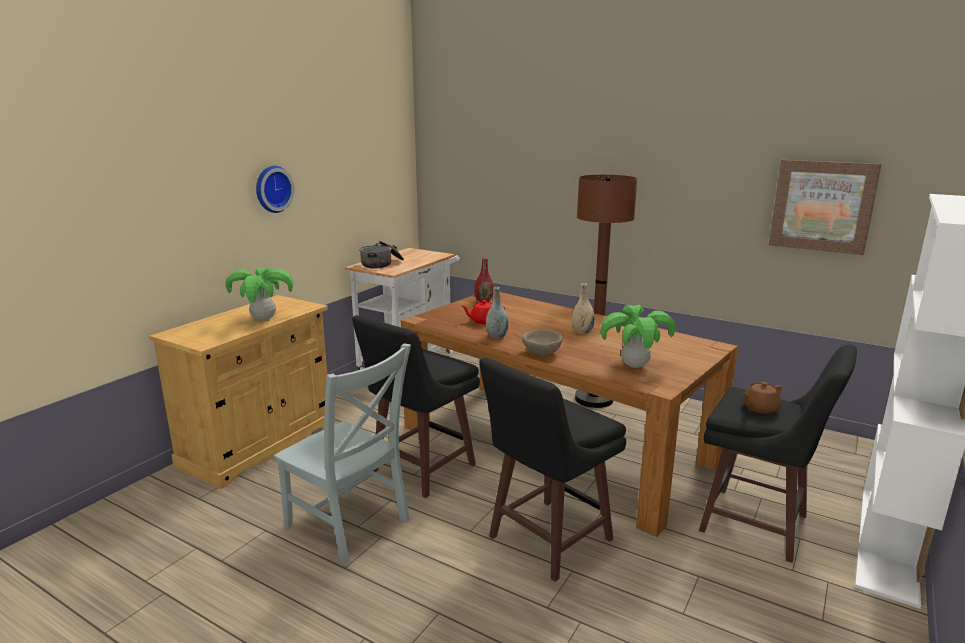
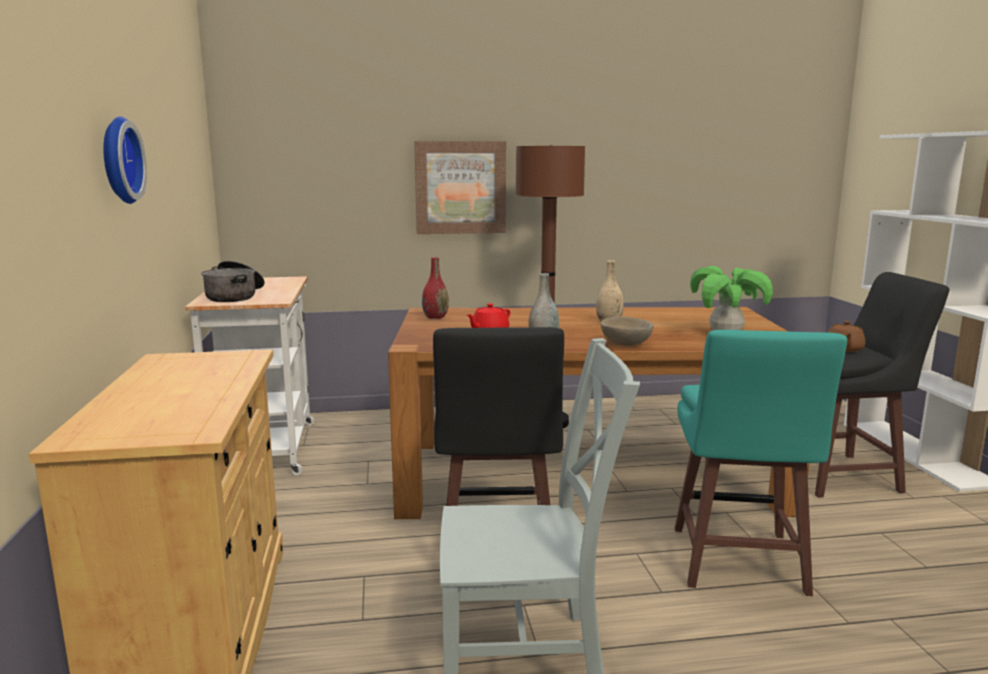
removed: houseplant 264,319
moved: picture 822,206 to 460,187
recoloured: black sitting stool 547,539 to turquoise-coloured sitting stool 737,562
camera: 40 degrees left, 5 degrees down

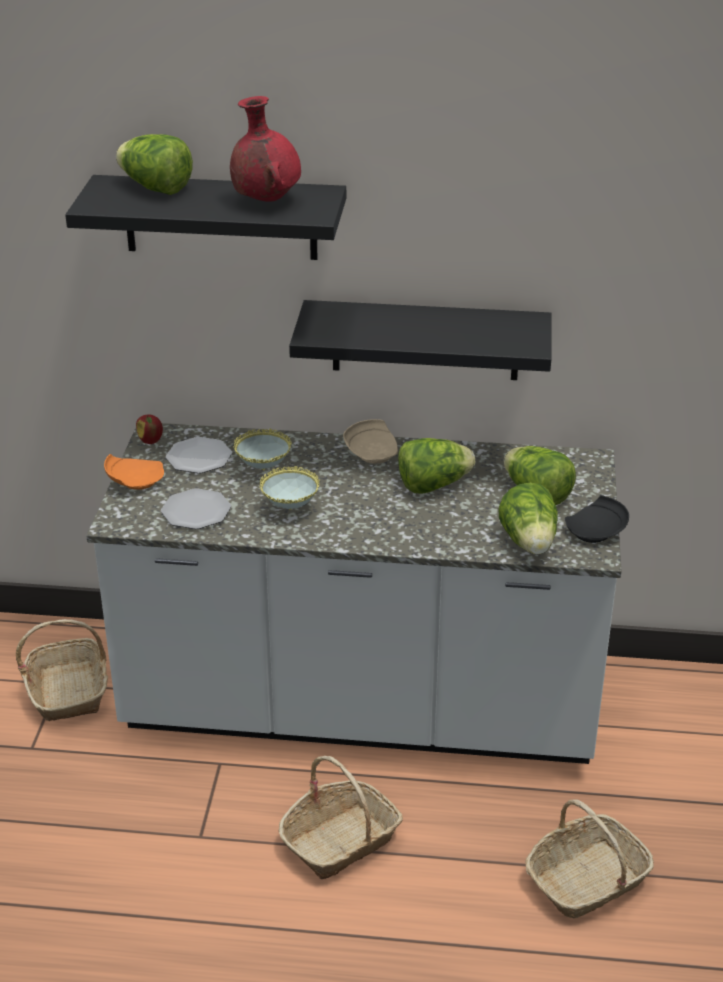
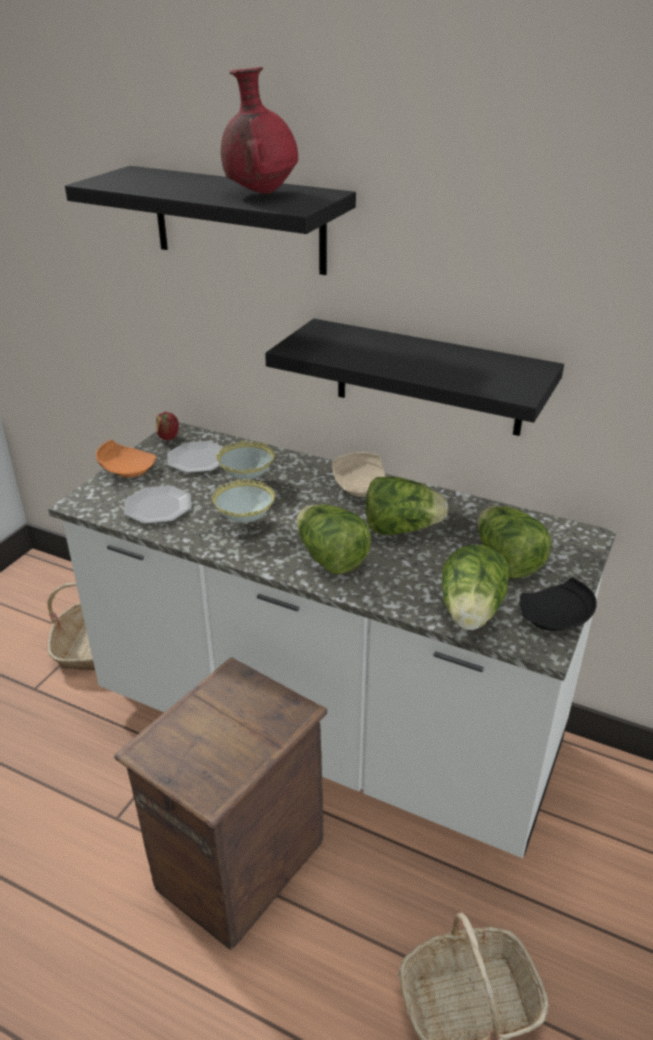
moved: lettuce head 155,188 to 330,559
replaced: basket 341,841 to shipping crate 238,865
camera: 20 degrees right, 0 degrees up

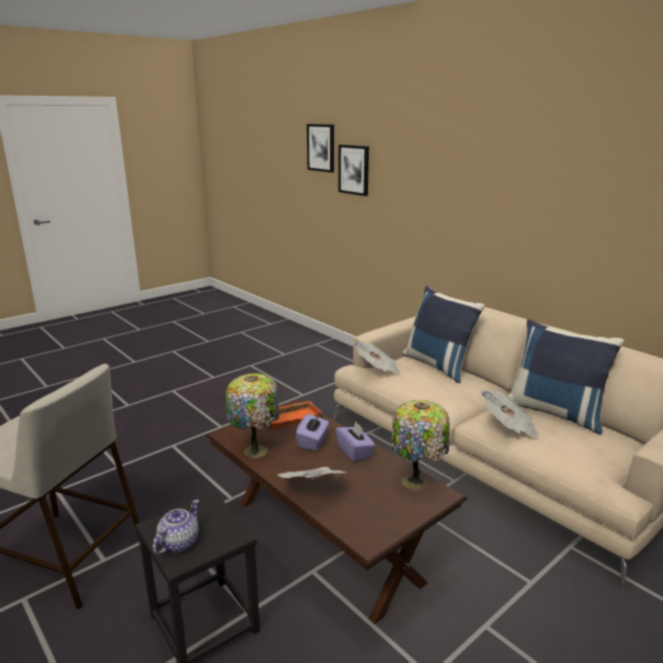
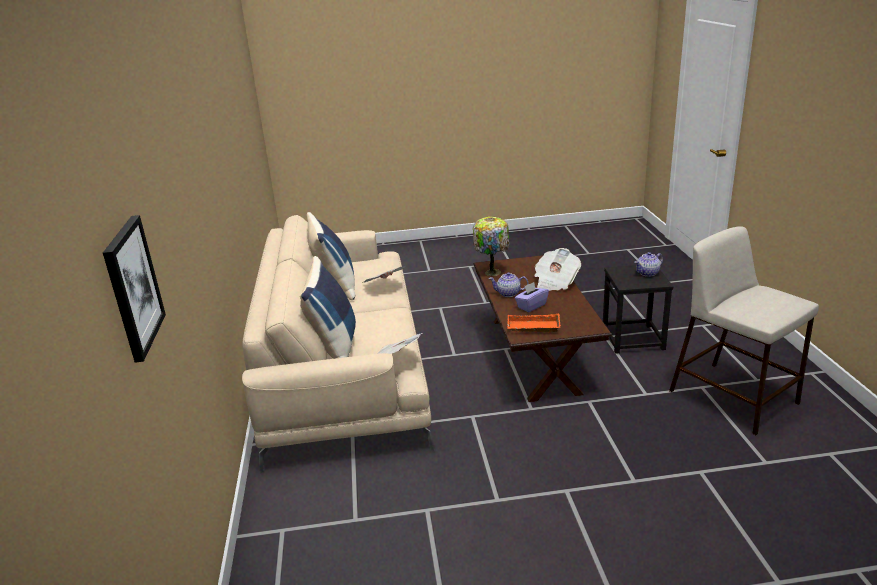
removed: tabletop lamp 256,450; picture 321,147
replaced: purple box of tissues 355,452 to tea pot 509,293
camera: 145 degrees left, 5 degrees up

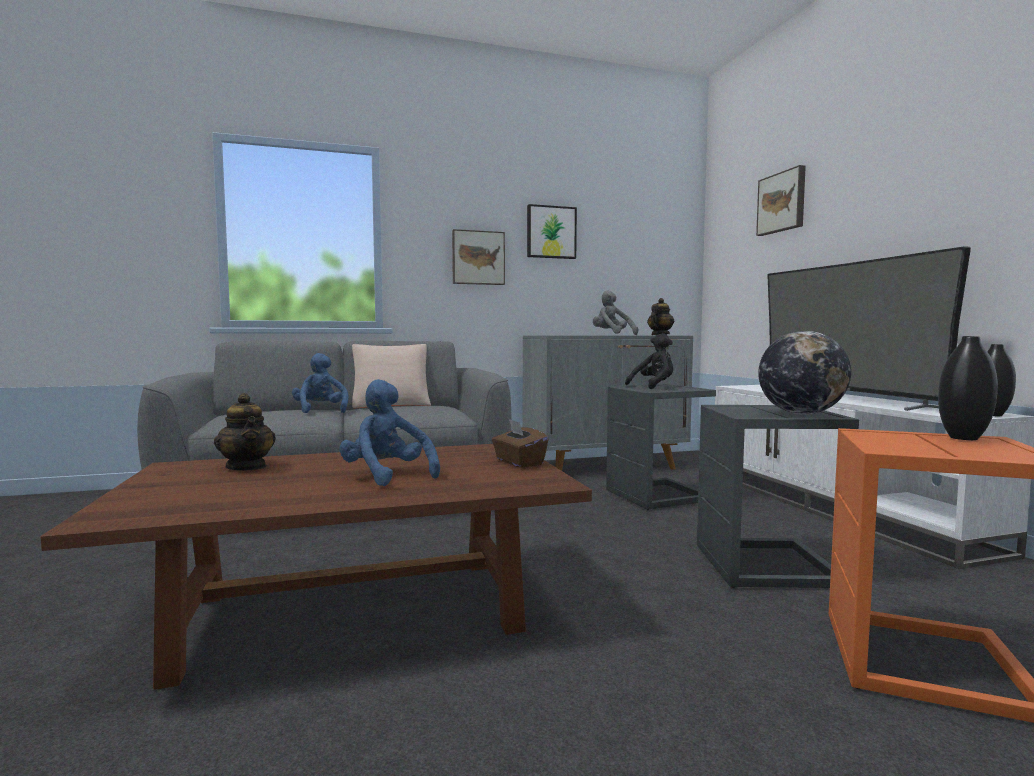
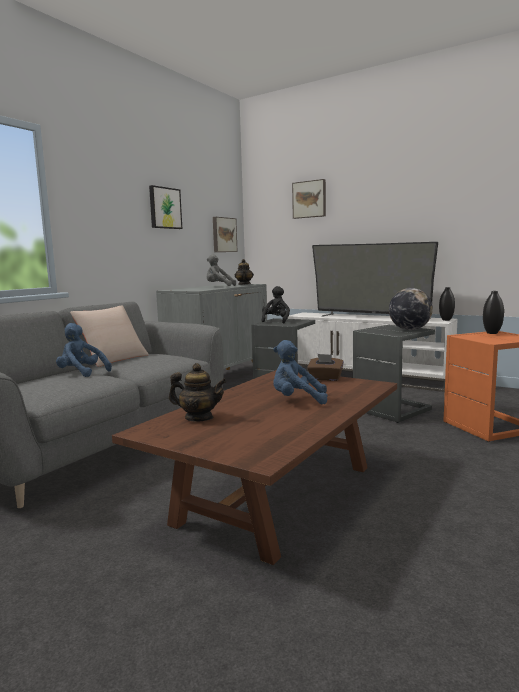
moved: picture 478,258 to 223,235
camera: 40 degrees left, 5 degrees up

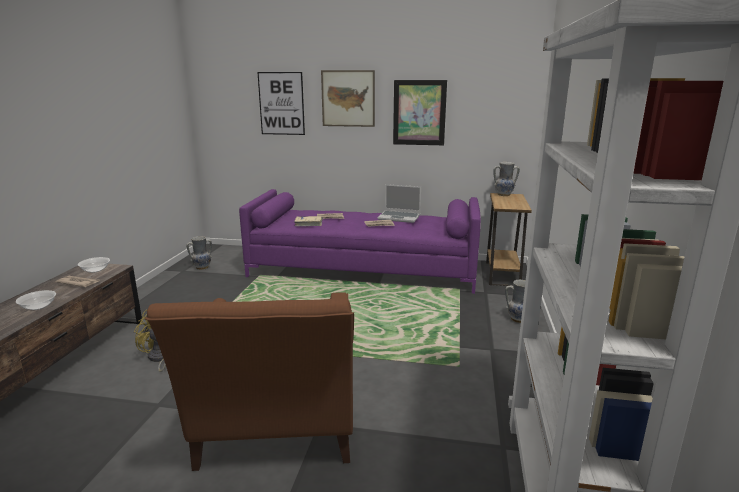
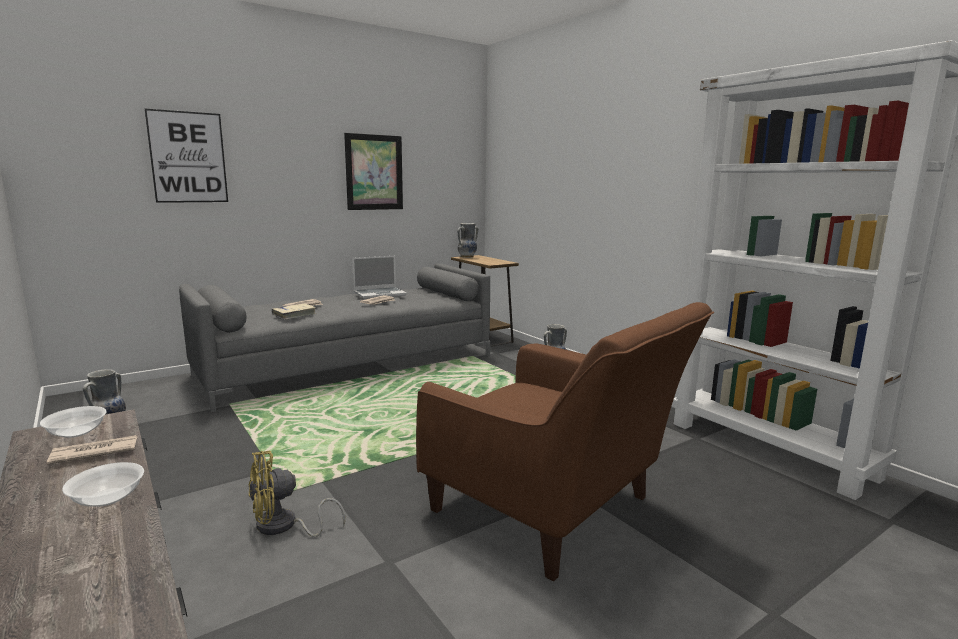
removed: picture 348,98
recoloured: purple sofa 363,269 to grey sofa 349,365
camera: 45 degrees left, 5 degrees down

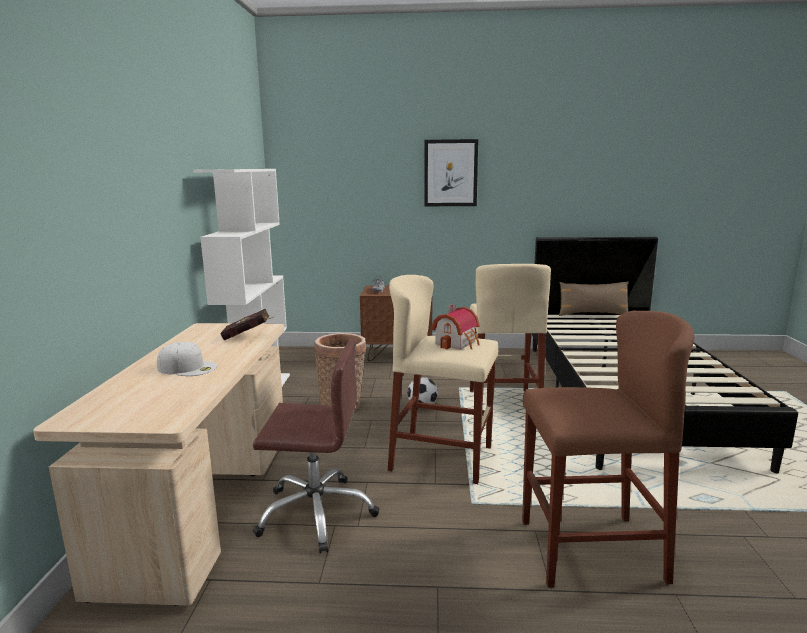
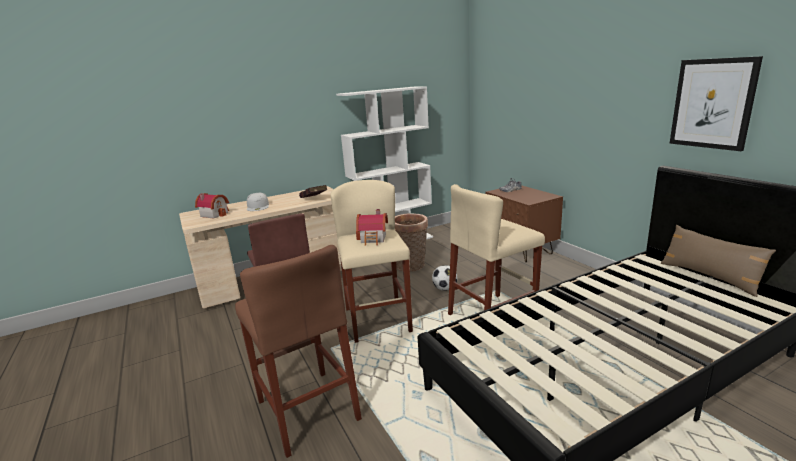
added: model house 215,214
moved: picture 450,173 to 712,103
camera: 60 degrees right, 5 degrees up

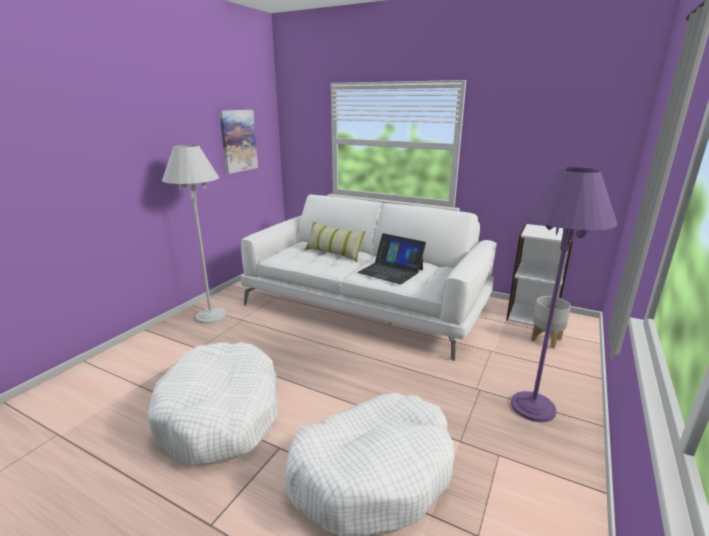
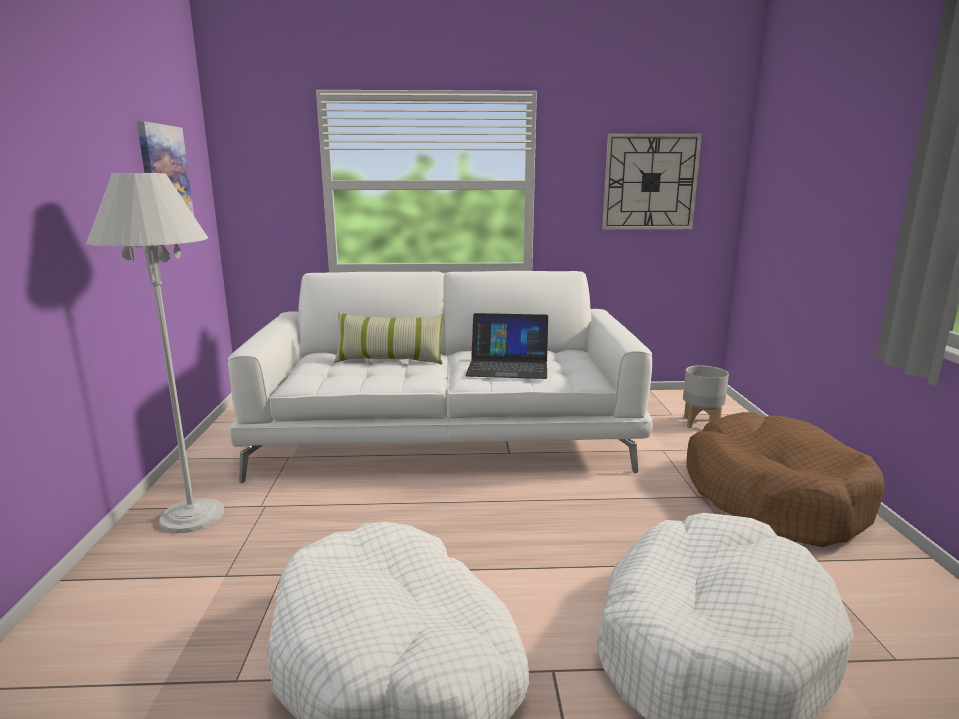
removed: whitish shelving unit 532,315
added: hanging clock 650,182
replaced: purple standing lamp 533,407 to brown dog bed 773,497
camera: 30 degrees left, 5 degrees down

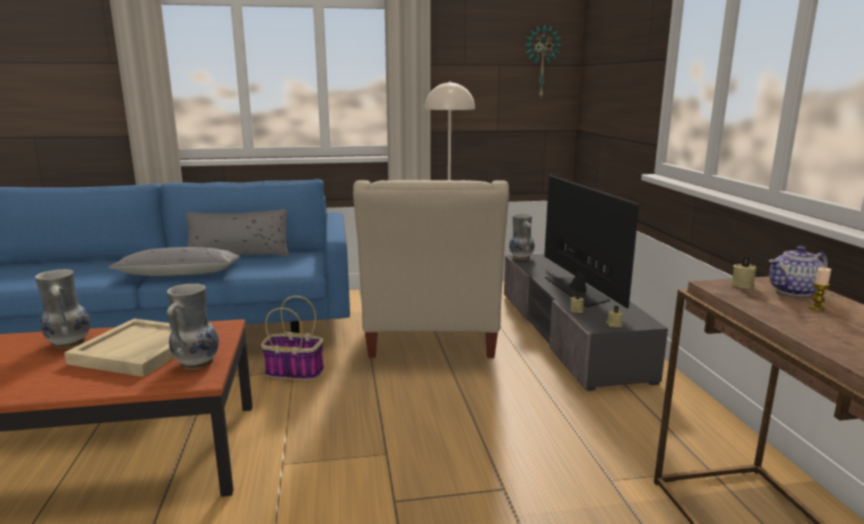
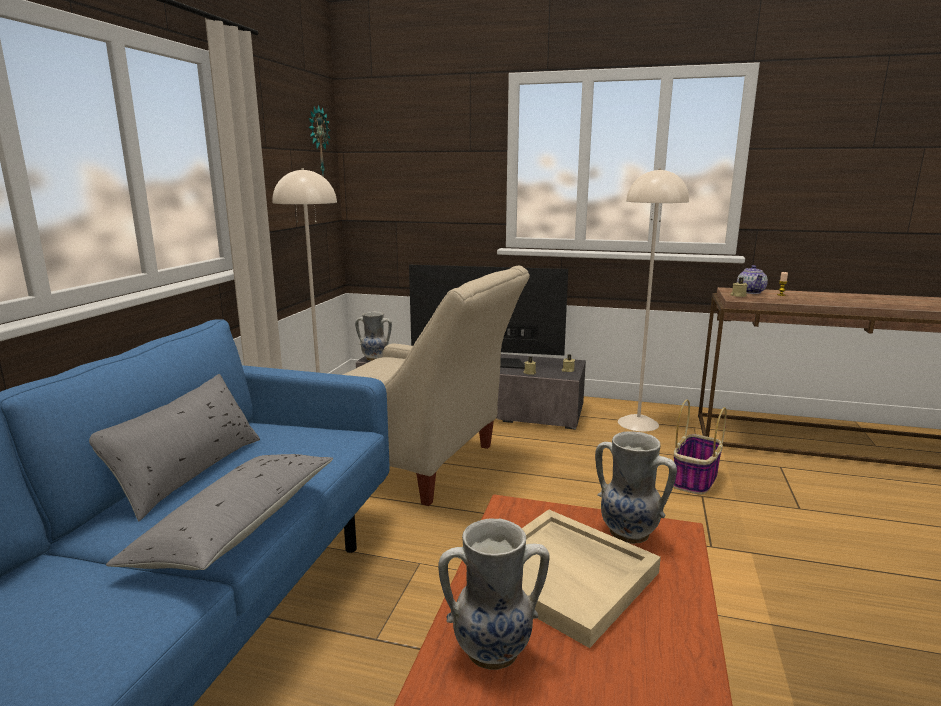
added: beige standing lamp 638,423
moved: basket 293,372 to 694,480
camera: 65 degrees left, 0 degrees up

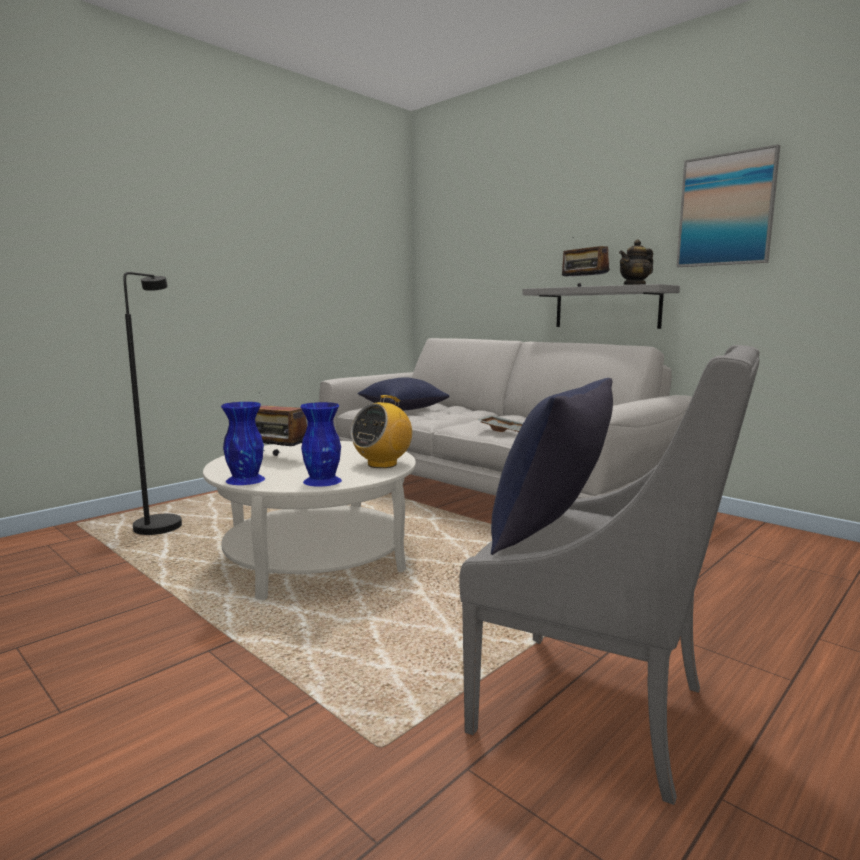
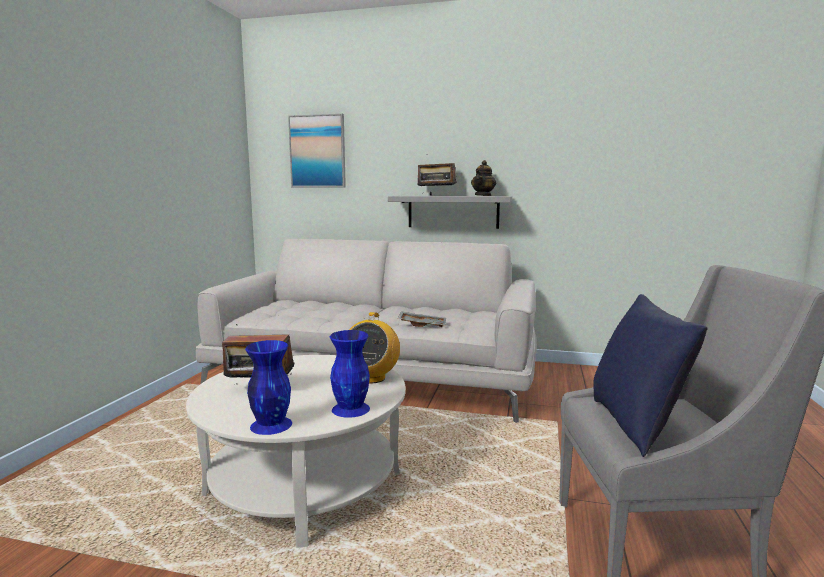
removed: black standing lamp 162,523; blue-coloured cushion 402,409
moved: picture 726,210 to 317,151
camera: 30 degrees left, 0 degrees up

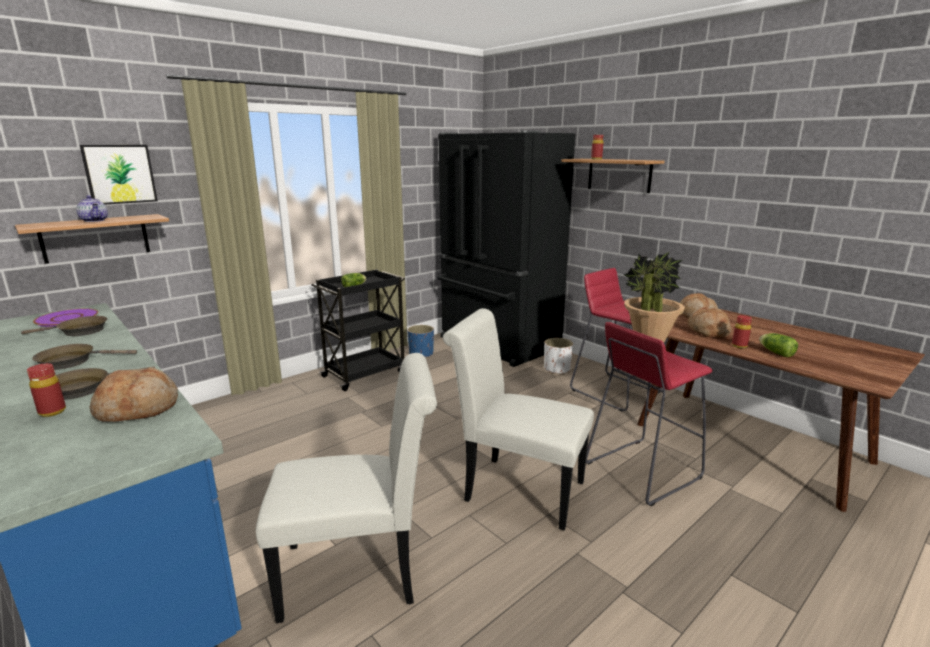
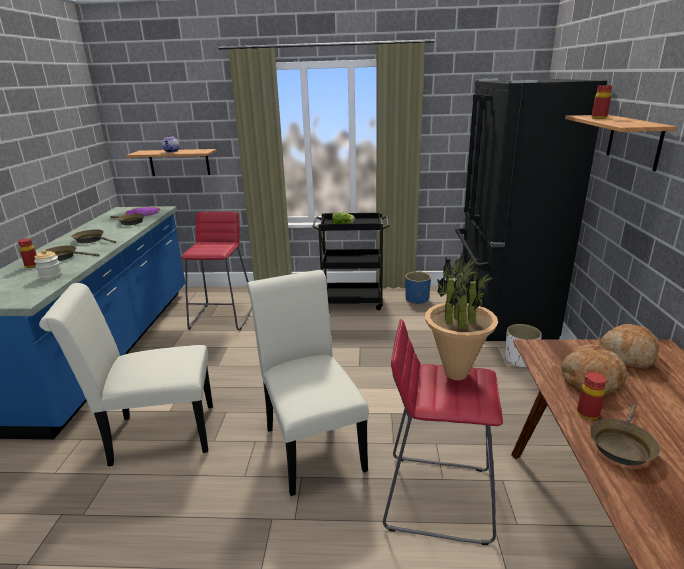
removed: picture 119,174
moved: red sitting stool 614,391 to 223,317
replaced: bread 138,408 to jar 51,276; lettuce head 775,352 to brown pan 621,445
turned: whitish upright chair 360,572 = 155,435 135 degrees clockwise
camera: 45 degrees right, 5 degrees up

